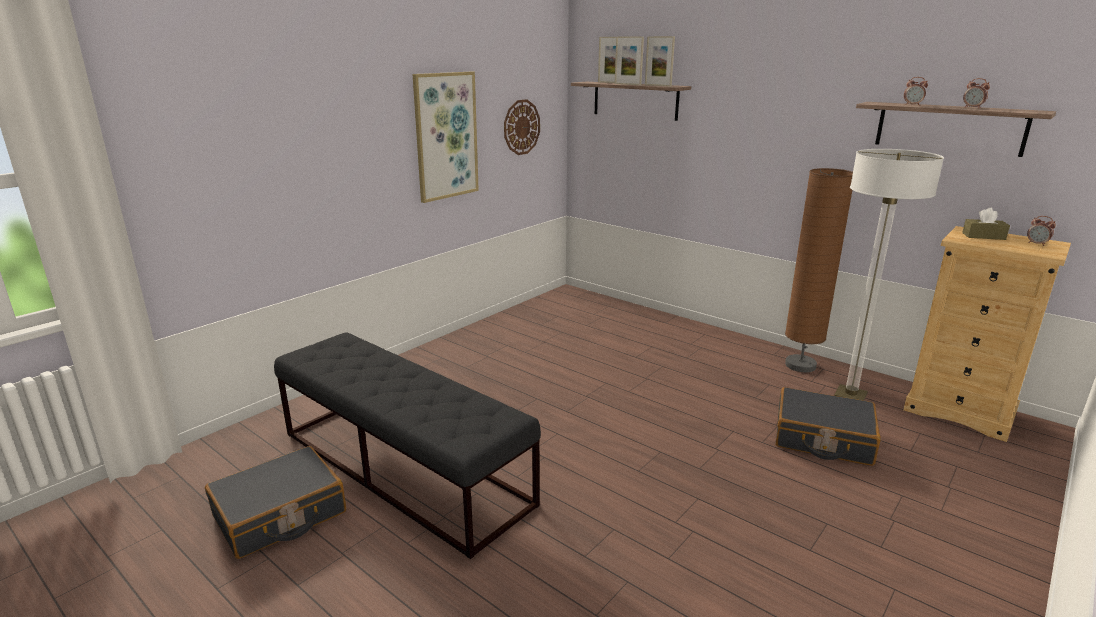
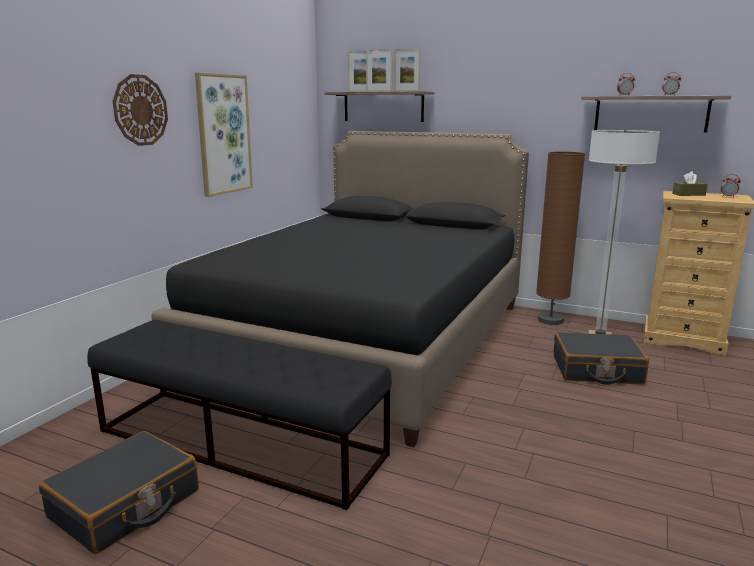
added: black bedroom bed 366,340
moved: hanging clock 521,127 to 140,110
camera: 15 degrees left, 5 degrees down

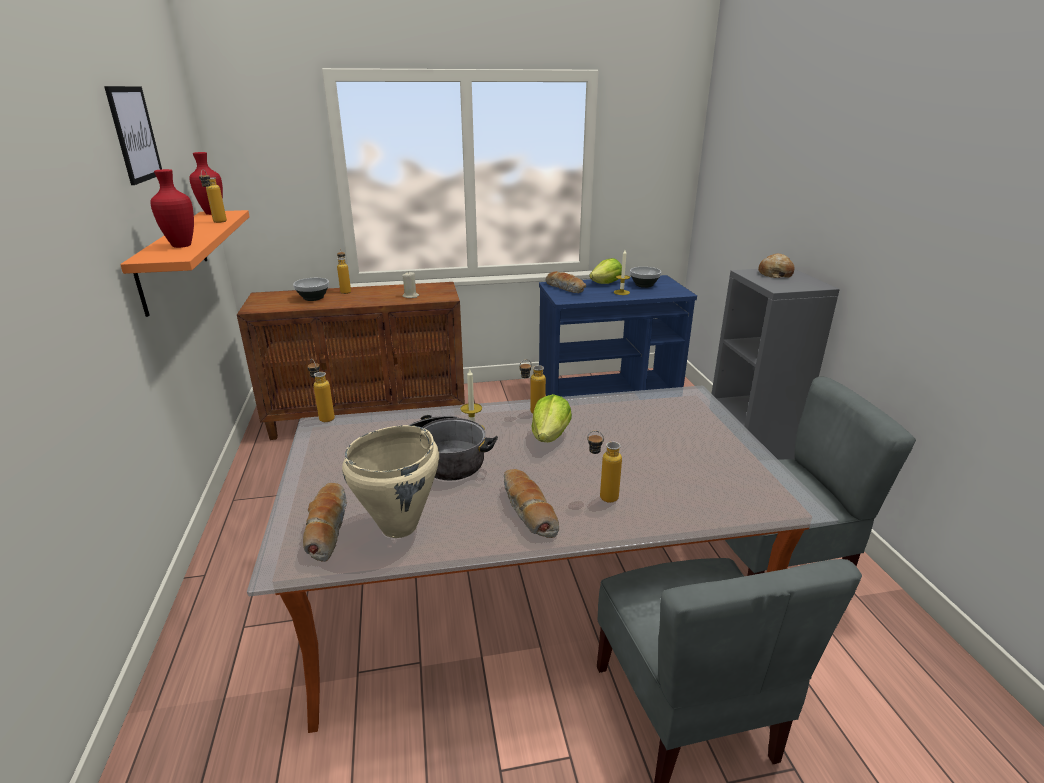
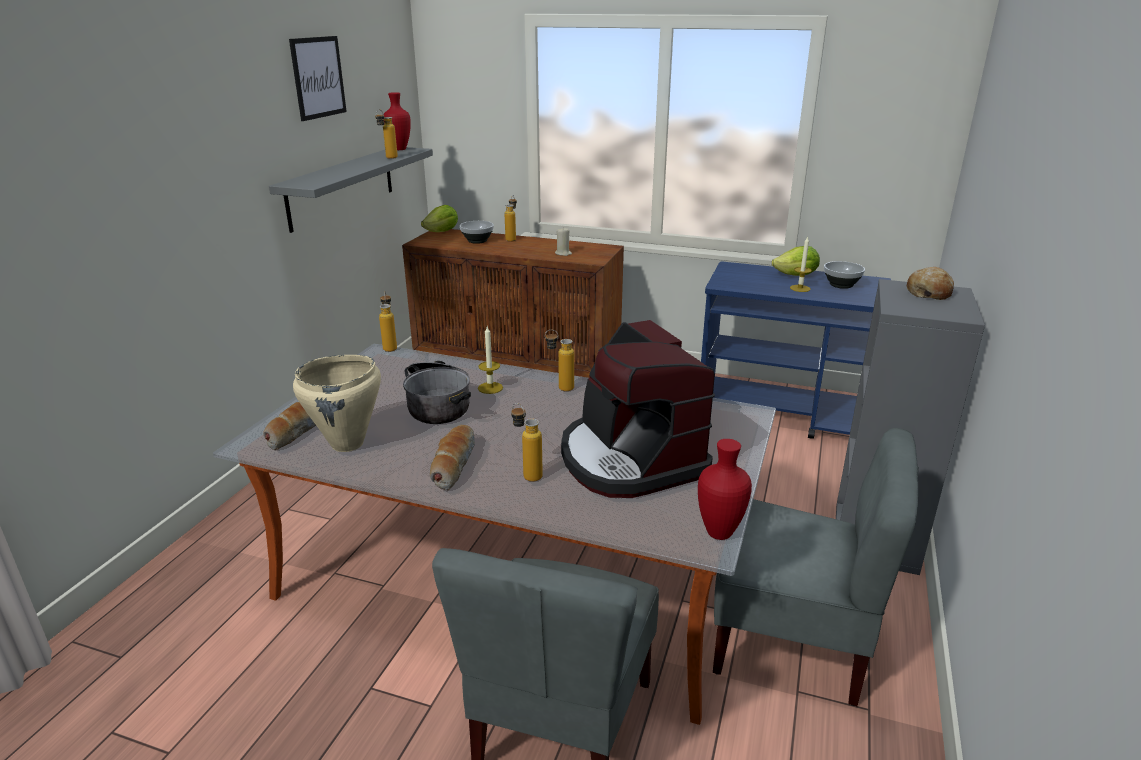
removed: bread 566,288
added: coffee brewer 630,459
moved: lettuce head 550,436 to 442,232; red decorative vase 180,246 to 717,533
recoloured: orange bracket shelf 173,259 to grey bracket shelf 342,187
camera: 30 degrees right, 0 degrees up

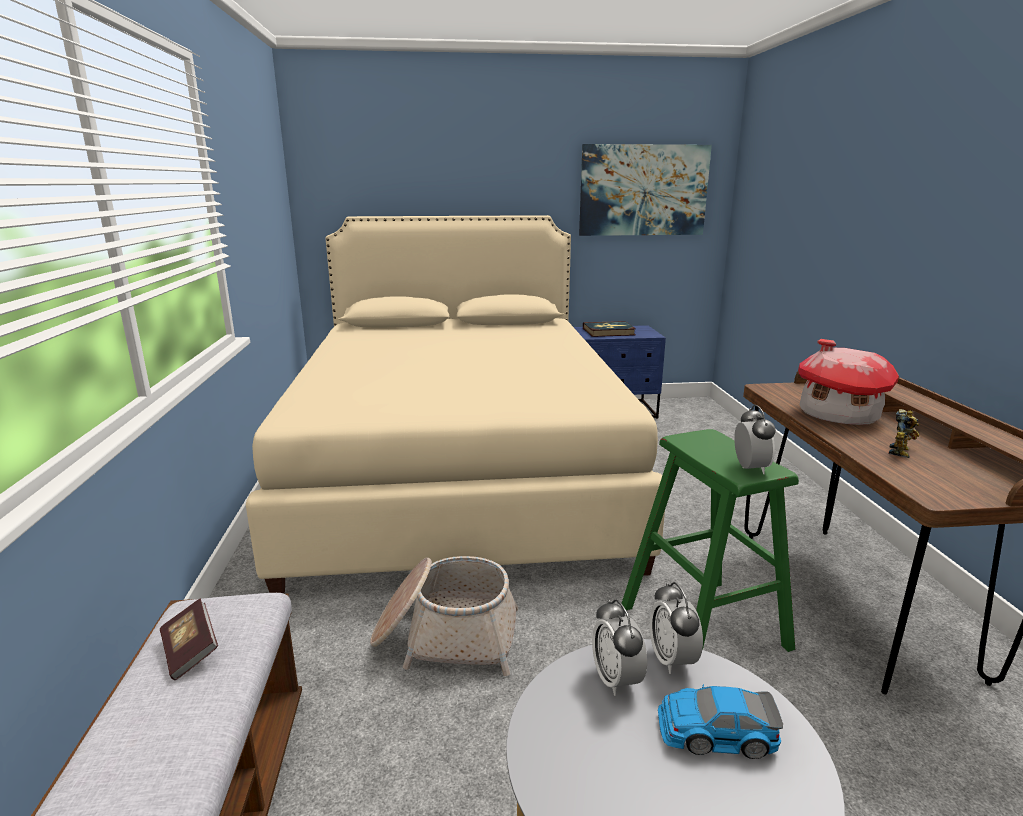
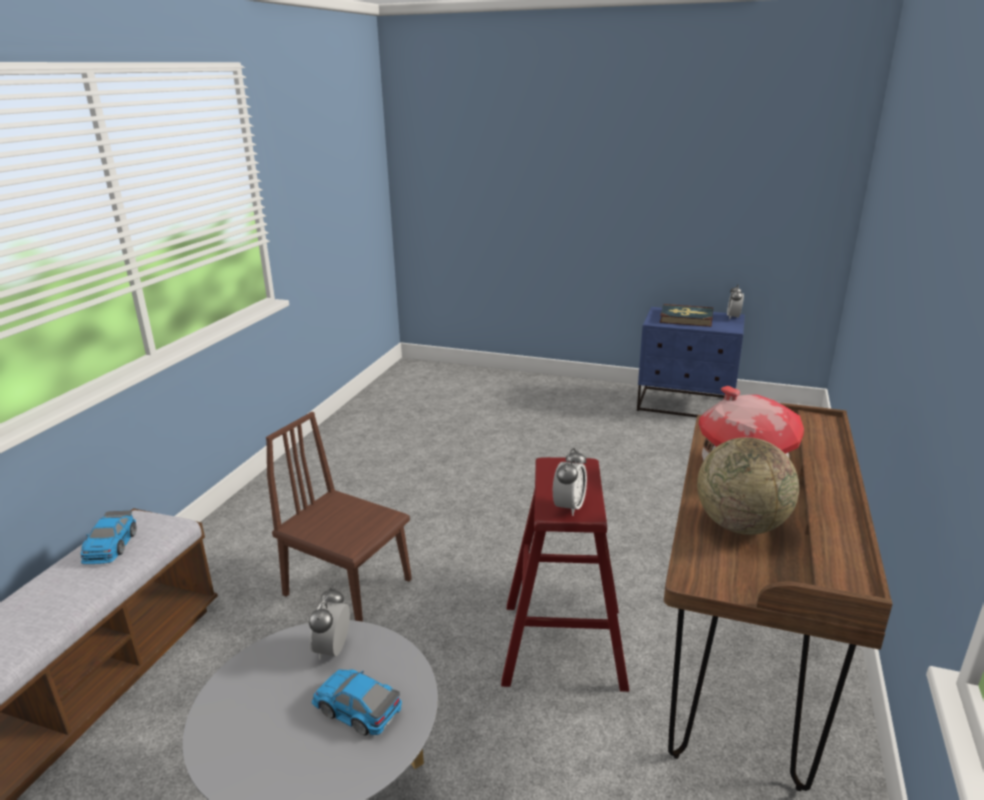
removed: beige bedroom bed 459,472; picture 643,190
moved: bedside clock 672,659 to 733,317
replaced: volume 191,651 to miniature car 110,546; basket 446,636 to brown upright chair 348,587; model robot 901,452 to world globe 740,525
recoloured: green-coloured sitting stool 703,626 to red sitting stool 563,644
camera: 25 degrees right, 5 degrees up

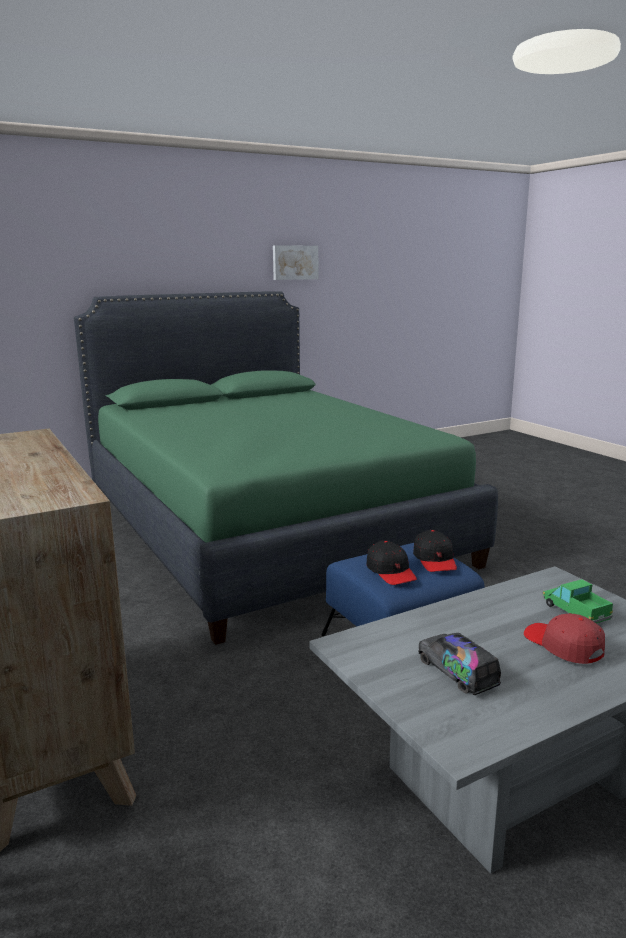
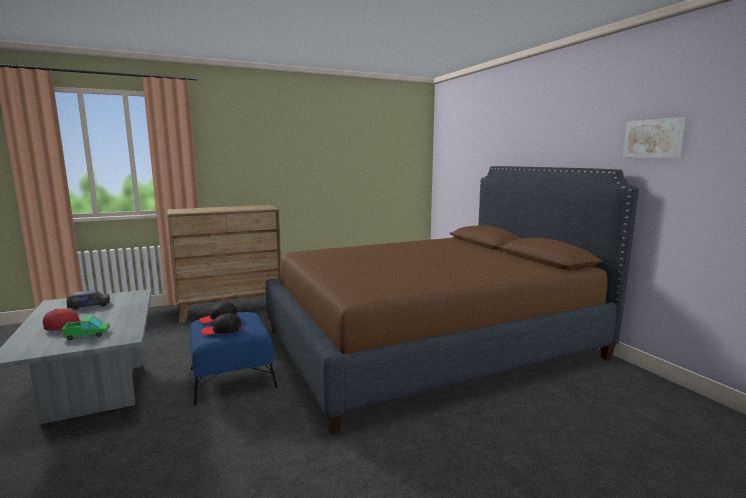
recoloured: green-coloured bedroom bed 266,528 to brown bedroom bed 430,344
camera: 95 degrees right, 5 degrees down

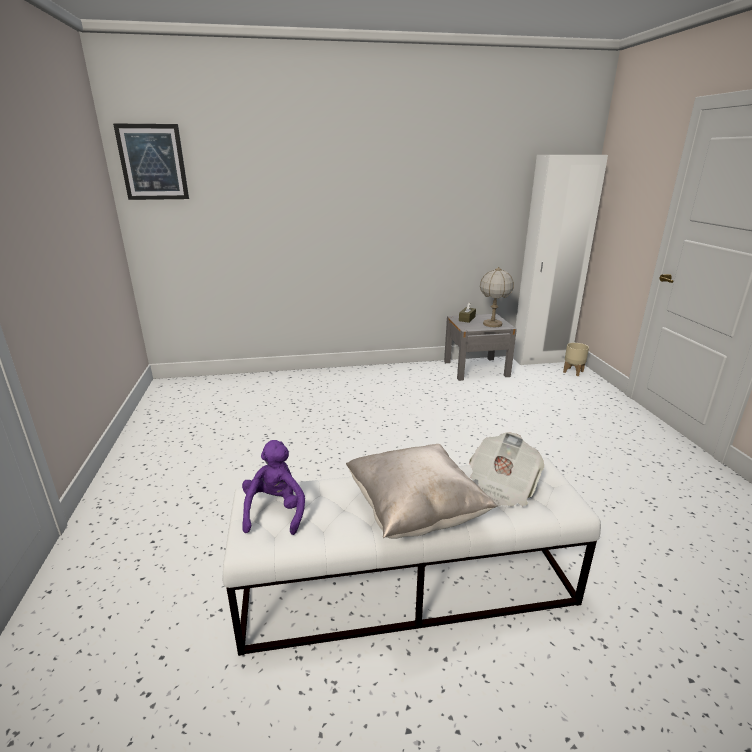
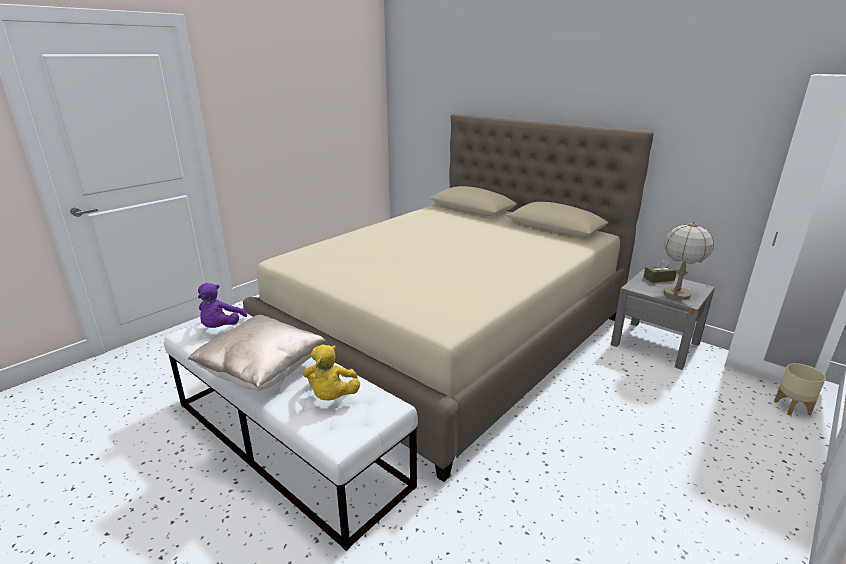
removed: picture 153,162
added: beige bedroom bed 450,338
replaced: printed paper 501,487 to yellowish soft toy 332,396
turned: purple soft toy 275,511 = 221,327 135 degrees clockwise
camera: 50 degrees right, 0 degrees up

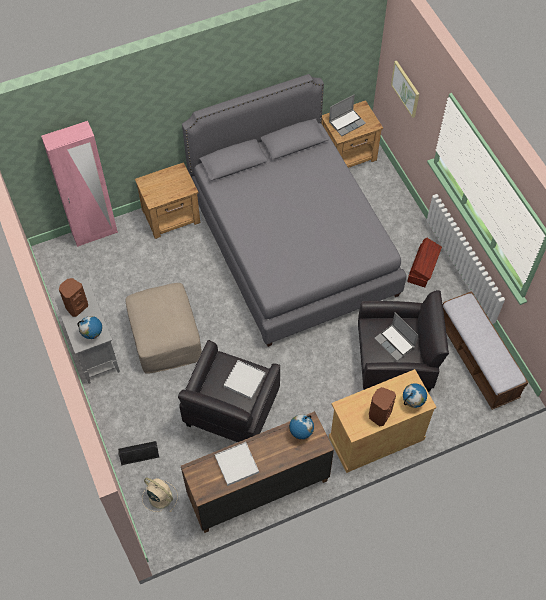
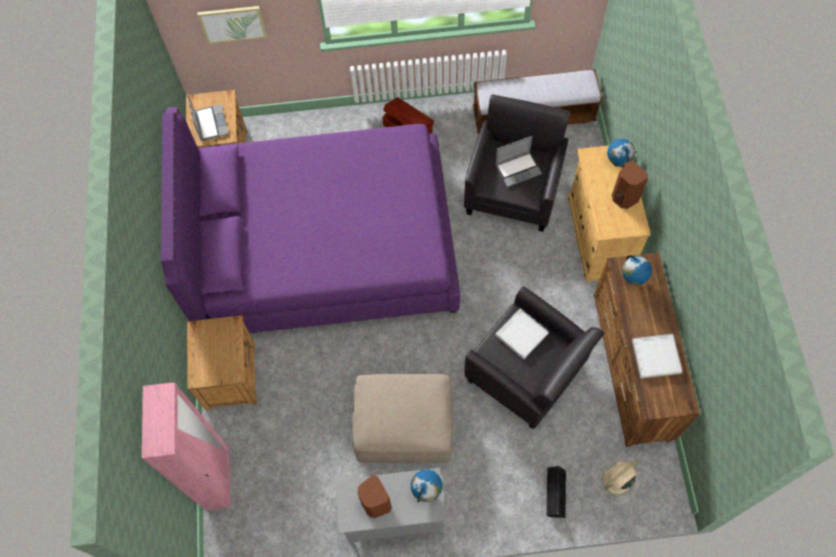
recoloured: grey bedroom bed 292,243 to purple bedroom bed 325,248
camera: 70 degrees left, 5 degrees up

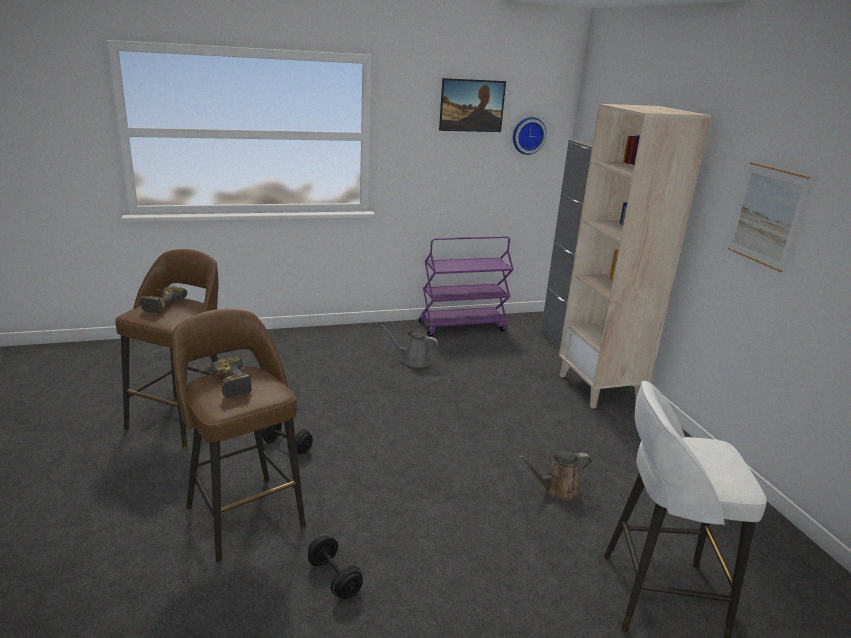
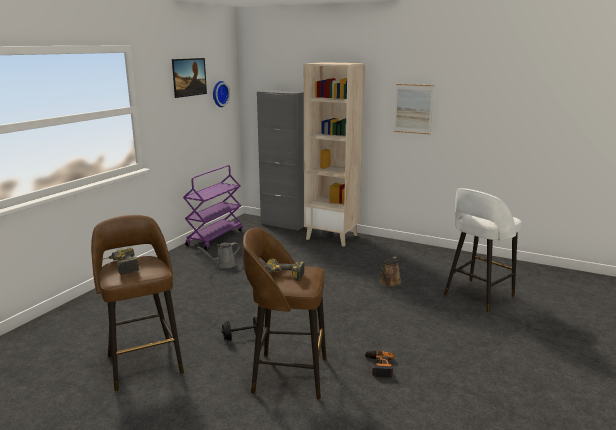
replaced: black hand weight 334,578 to drill 378,366
camera: 45 degrees left, 5 degrees down

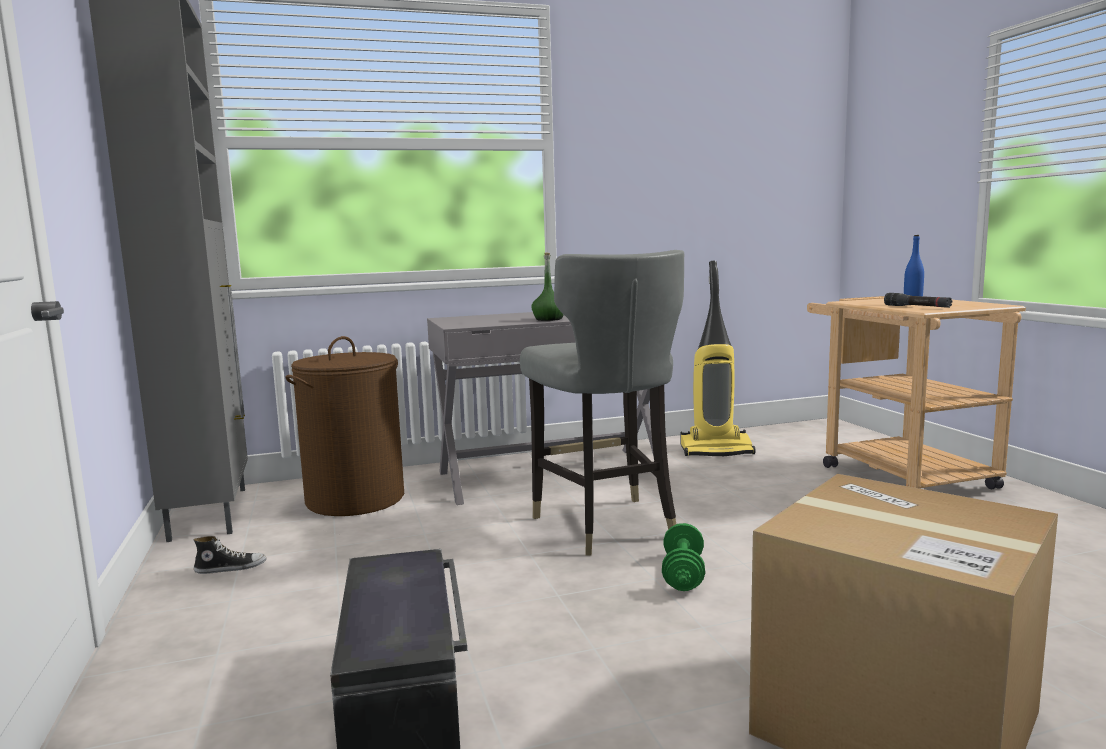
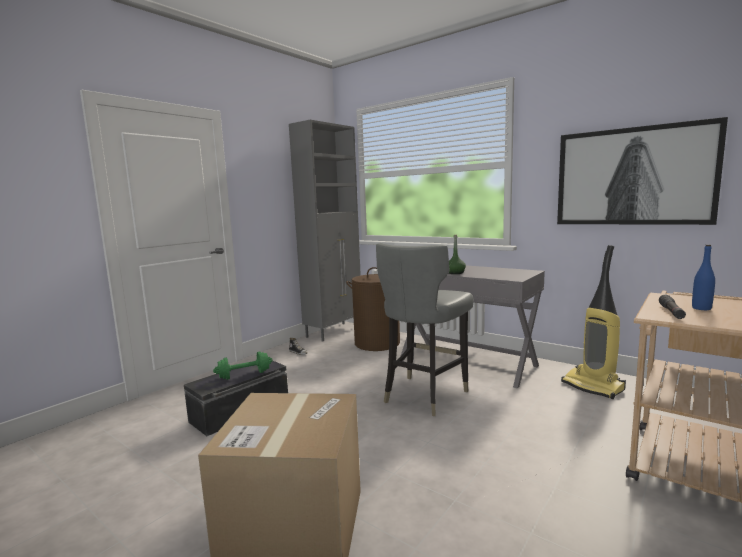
added: picture 633,176
moved: green-coloured hand weight 683,574 to 244,375
camera: 55 degrees right, 0 degrees up

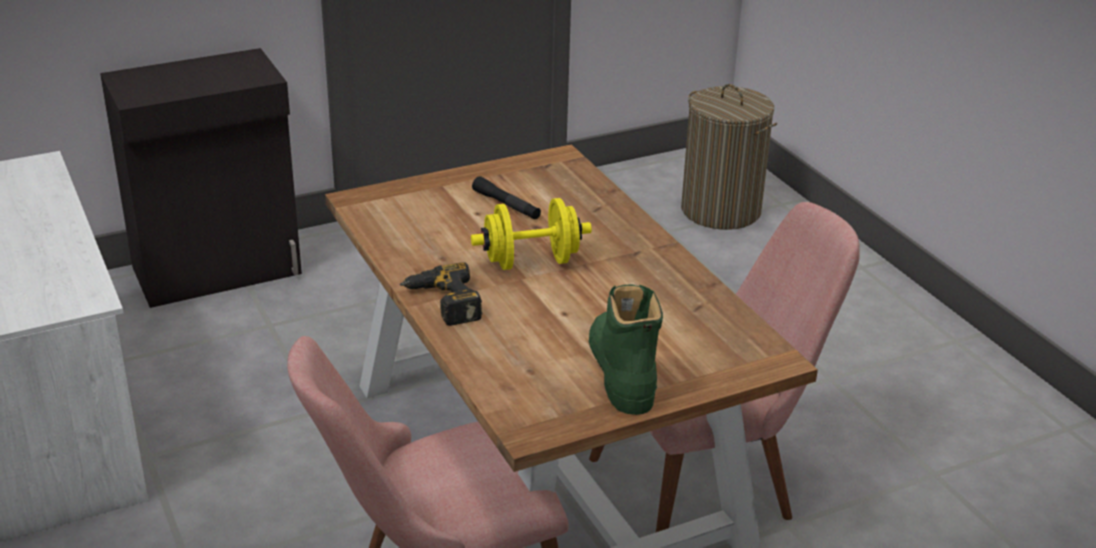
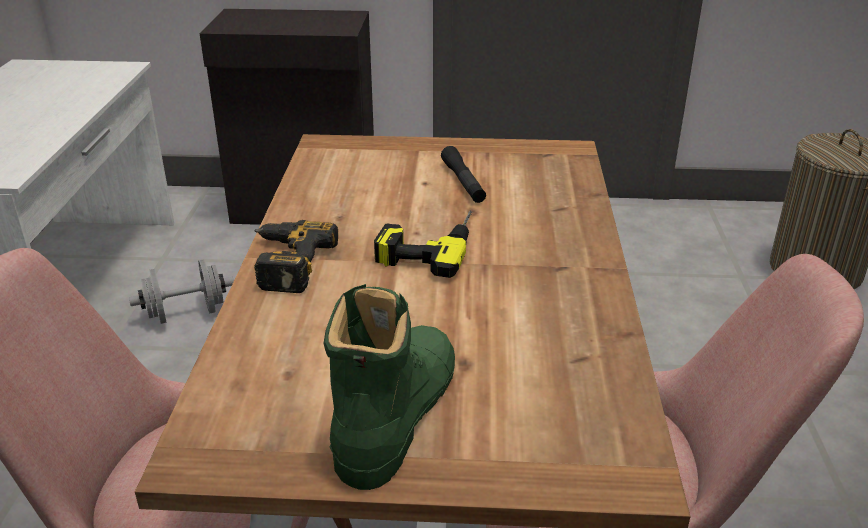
added: grey hand weight 186,313
replaced: yellowish hand weight 531,261 to drill 427,245
camera: 30 degrees right, 0 degrees up

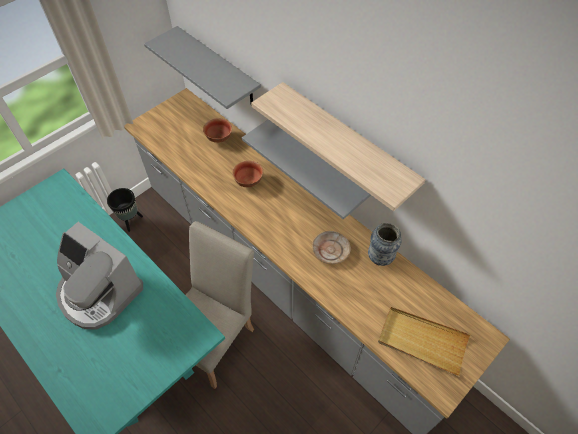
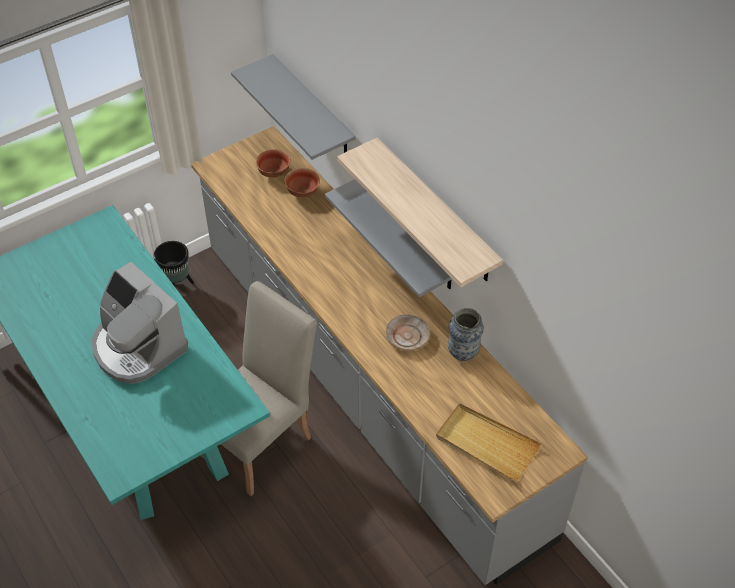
moved: deep dish 248,181 to 273,172
camera: 10 degrees right, 5 degrees down

